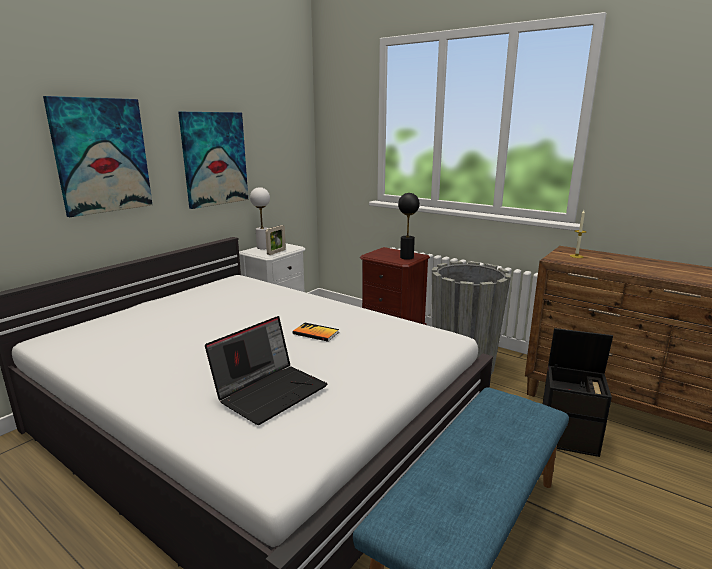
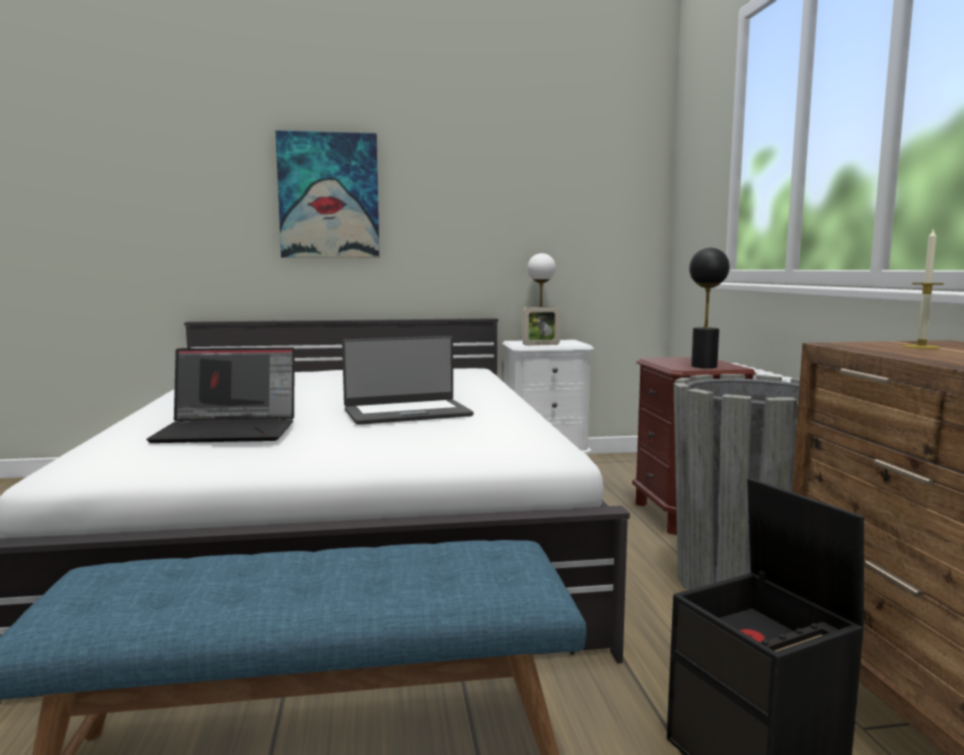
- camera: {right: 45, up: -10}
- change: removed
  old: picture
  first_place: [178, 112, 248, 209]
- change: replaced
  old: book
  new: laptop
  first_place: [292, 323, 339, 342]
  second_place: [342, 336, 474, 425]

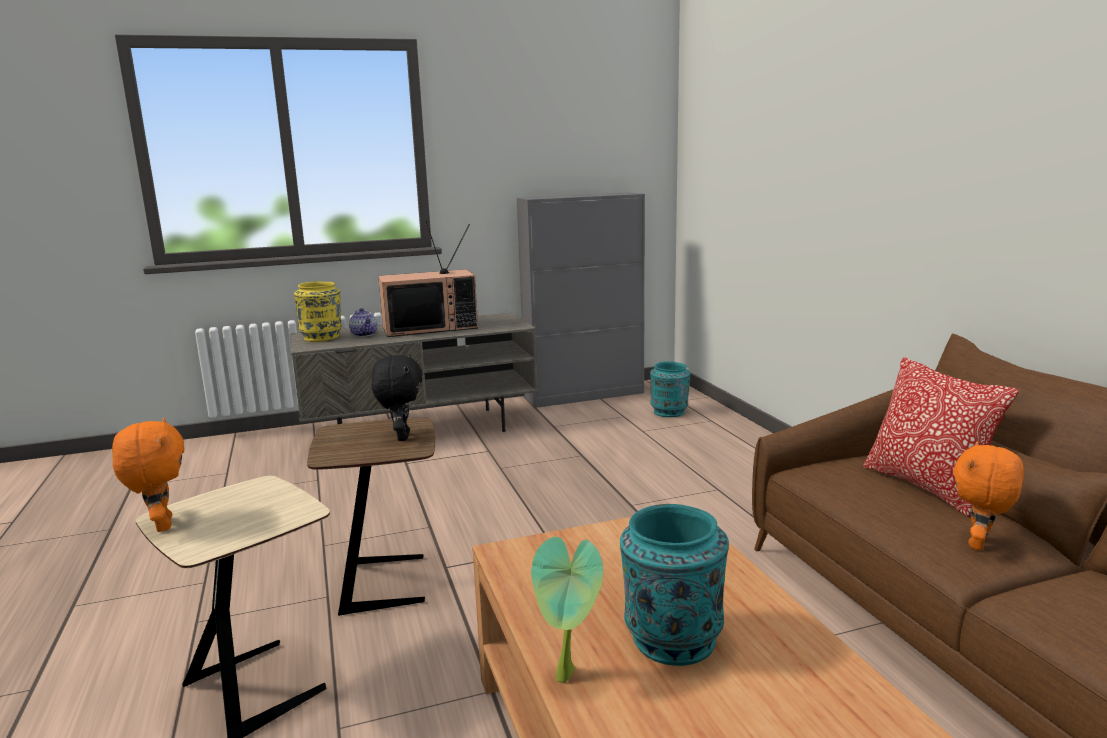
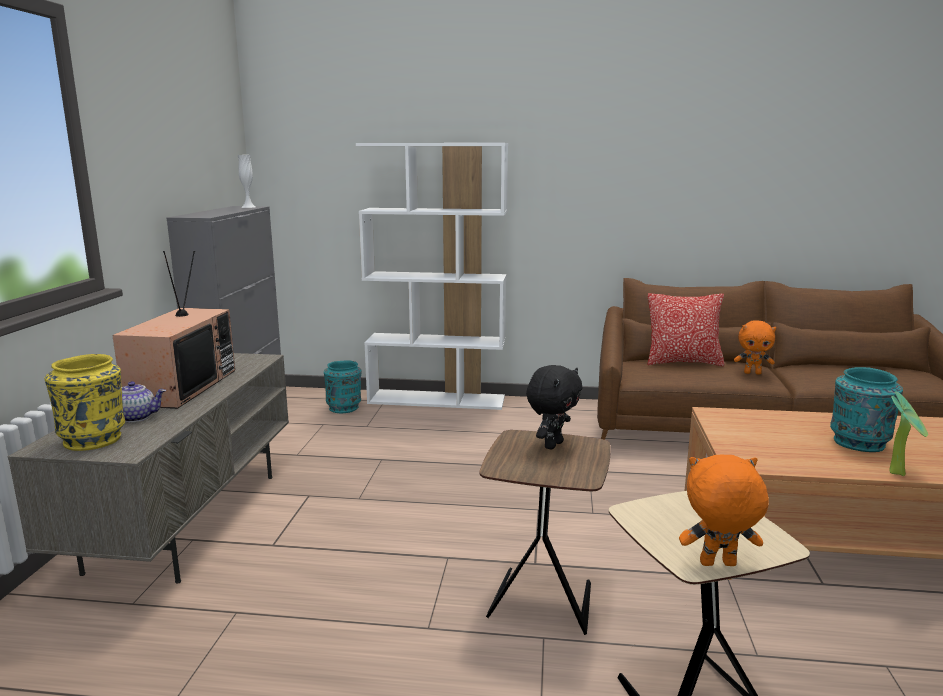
- camera: {right: -65, up: 0}
- change: turned
  old: black plush toy
  first_place: [372, 354, 423, 441]
  second_place: [526, 365, 582, 450]
  degrees: 105
- change: turned
  old: orange plush toy
  first_place: [953, 441, 1024, 550]
  second_place: [734, 320, 776, 375]
  degrees: -45
- change: added
  new: white bookcase
  second_place: [356, 143, 508, 410]
- change: added
  new: white vase
  second_place: [238, 155, 255, 208]

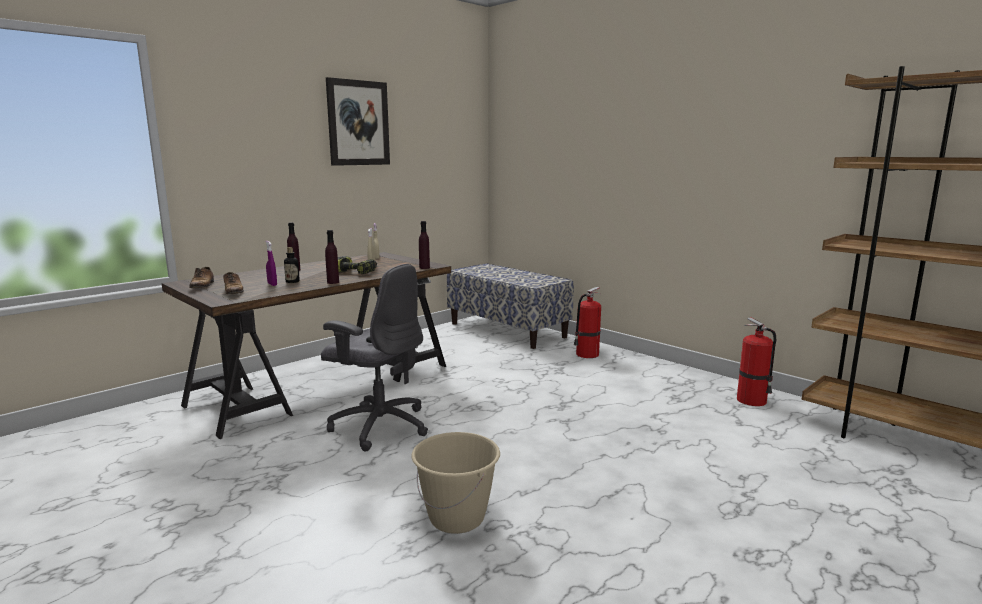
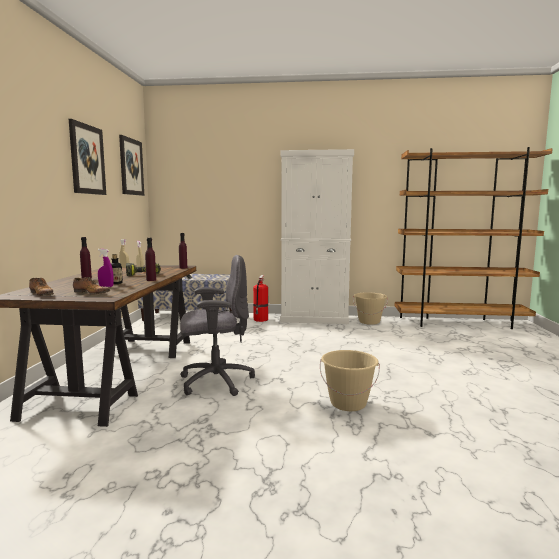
- camera: {right: -40, up: -5}
- change: replaced
  old: fire extinguisher
  new: beige bucket
  first_place: [737, 317, 776, 406]
  second_place: [353, 292, 388, 325]
- change: added
  new: picture
  second_place: [119, 135, 144, 196]
- change: added
  new: white cabinet
  second_place: [280, 149, 354, 324]

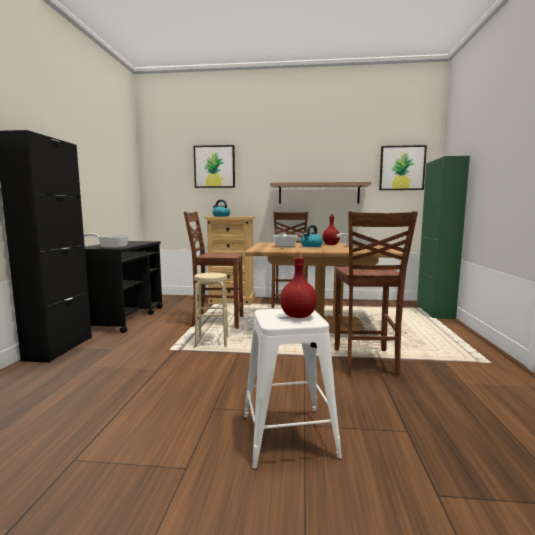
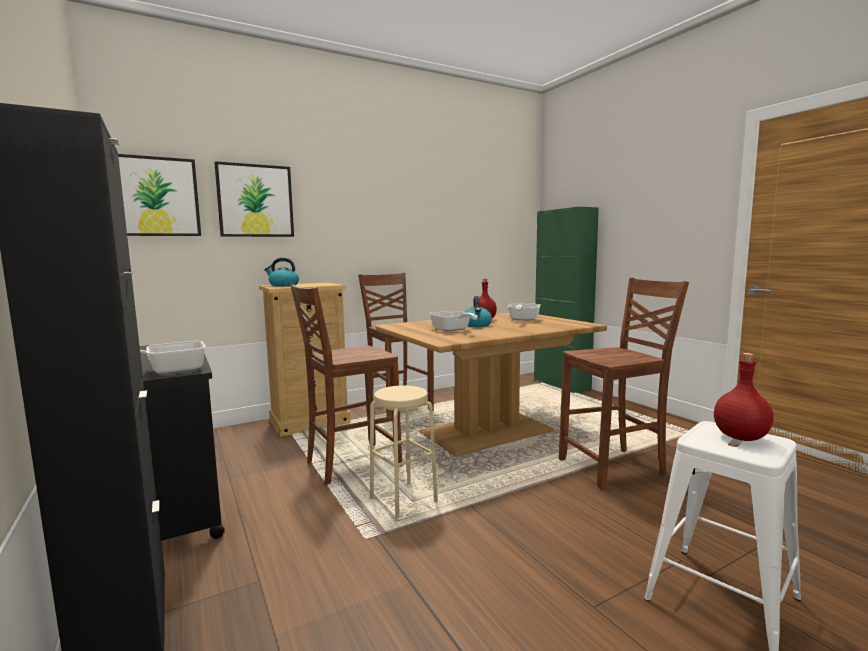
- camera: {right: -35, up: 0}
- change: moved
  old: picture
  first_place: [379, 145, 427, 190]
  second_place: [118, 154, 201, 236]
- change: removed
  old: shelf
  first_place: [270, 182, 371, 204]
- change: turned
  old: brown chair
  first_place: [335, 211, 418, 376]
  second_place: [559, 278, 689, 490]
  degrees: -75

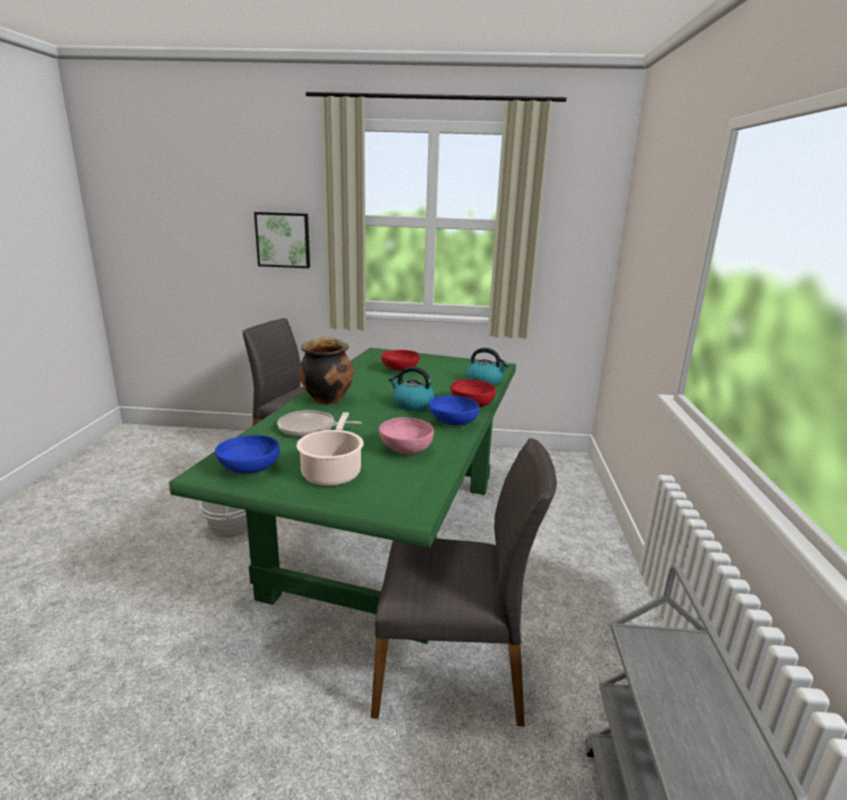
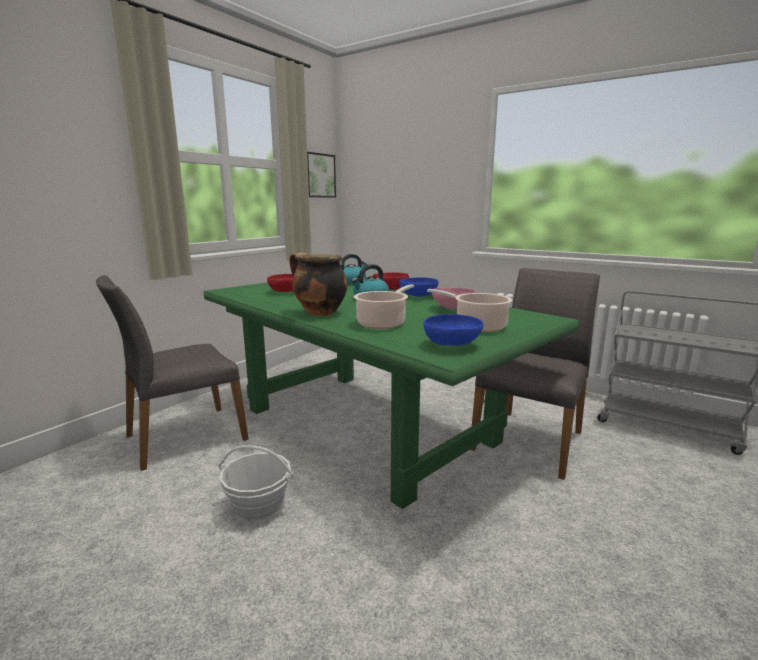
- camera: {right: -60, up: -5}
- change: moved
  old: picture
  first_place: [254, 212, 310, 268]
  second_place: [307, 152, 336, 198]
- change: replaced
  old: frying pan
  new: cooking pot
  first_place: [277, 410, 362, 437]
  second_place: [354, 284, 414, 329]

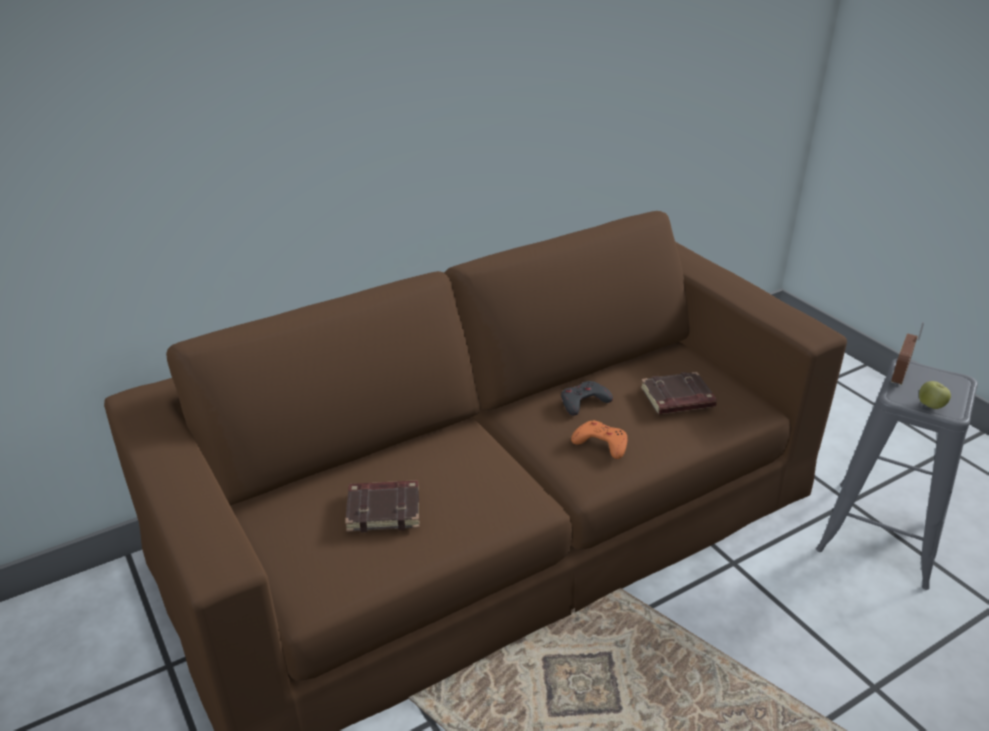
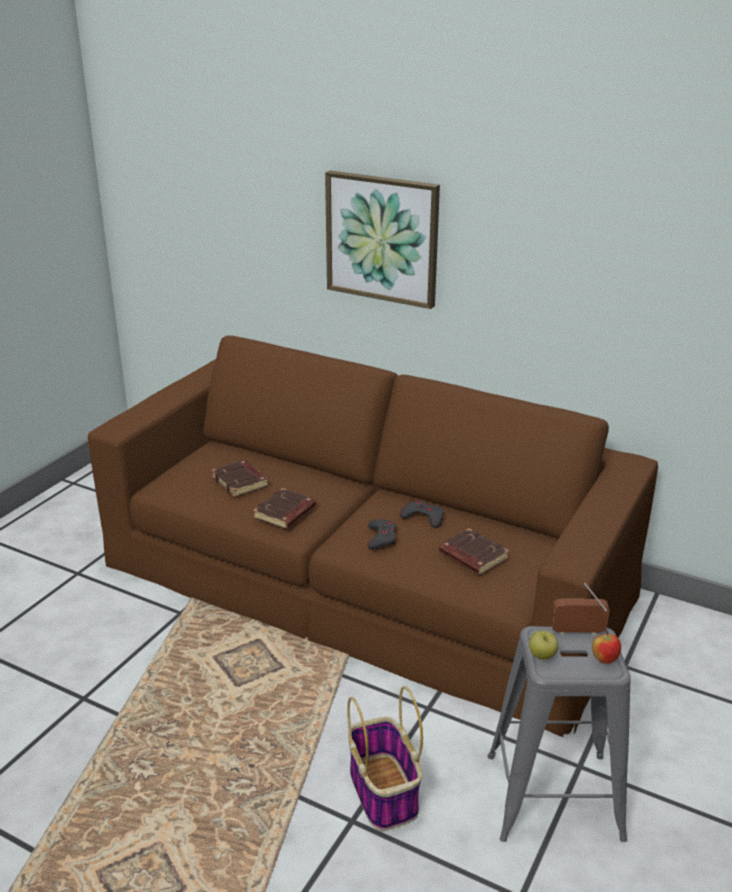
- camera: {right: 60, up: -5}
- change: recoloured
  old: orange game controller
  new: grey game controller
  first_place: [571, 420, 627, 459]
  second_place: [367, 519, 396, 550]
- change: added
  new: picture
  second_place: [325, 170, 440, 309]
- change: added
  new: brown book
  second_place: [253, 488, 316, 529]
- change: added
  new: apple
  second_place: [592, 632, 621, 664]
- change: added
  new: basket
  second_place: [347, 686, 423, 831]

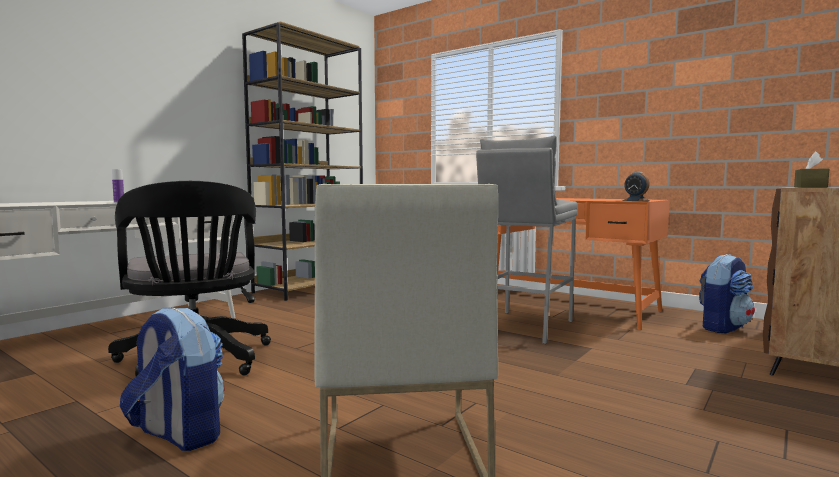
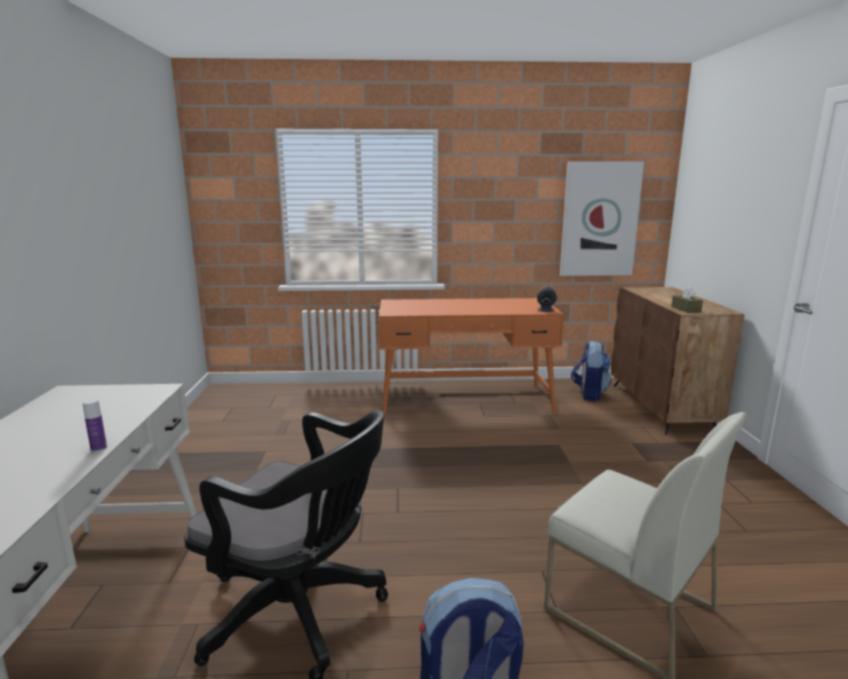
- camera: {right: -40, up: 10}
- change: removed
  old: brown bookcase
  first_place: [242, 21, 363, 301]
- change: removed
  old: grey stool
  first_place: [476, 135, 578, 344]
- change: added
  new: picture
  second_place: [560, 161, 644, 276]

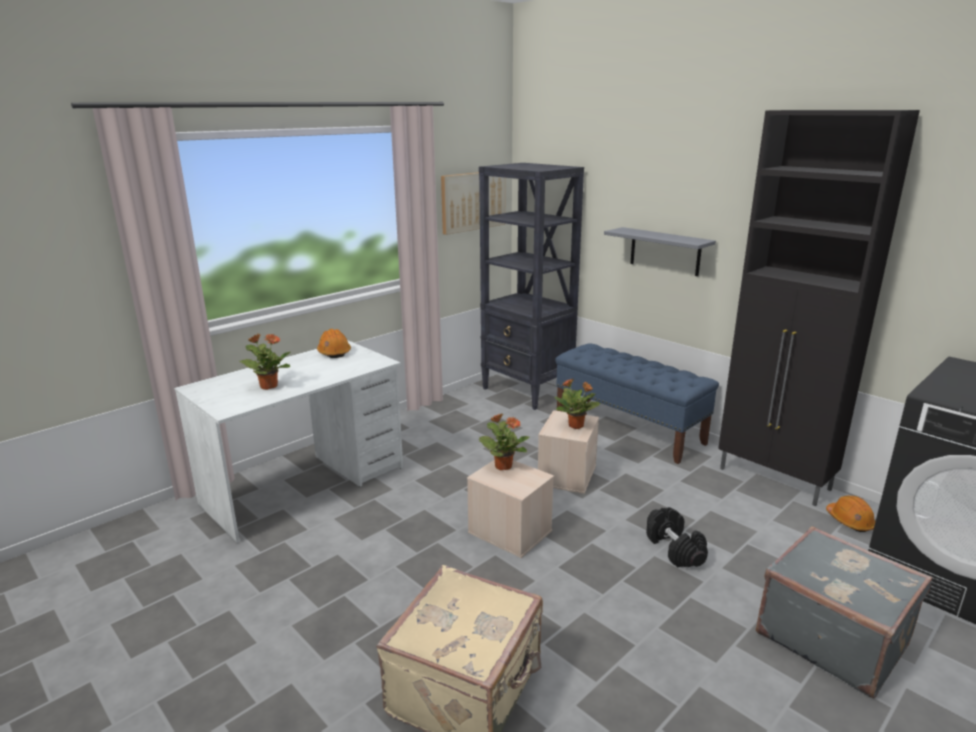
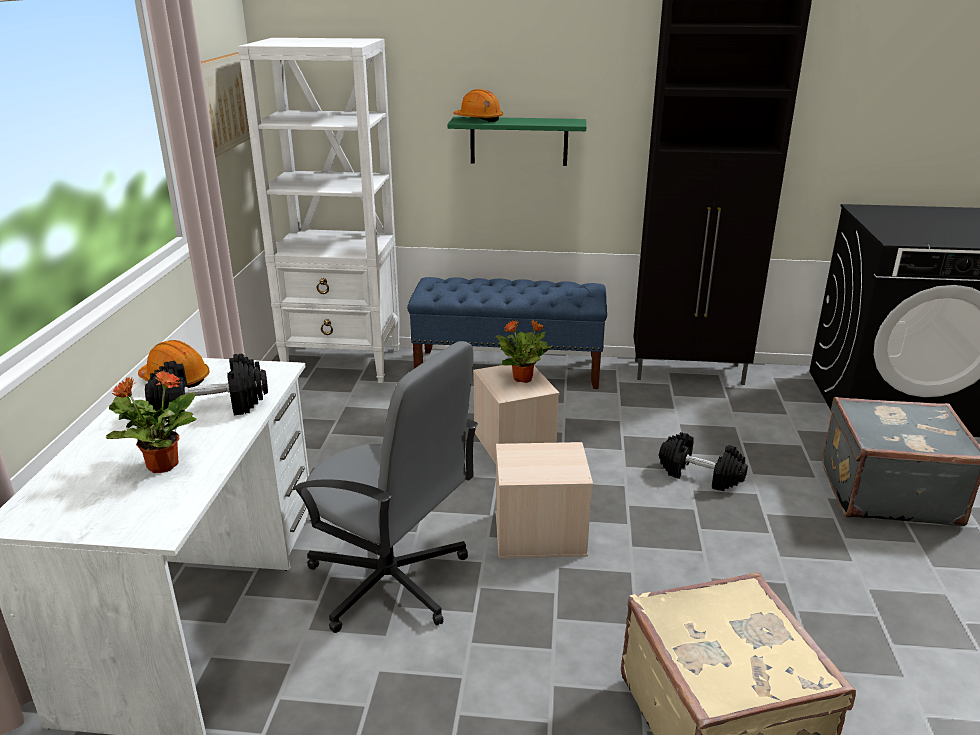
- camera: {right: -40, up: 5}
- change: recoloured
  old: black bookcase
  new: white bookcase
  first_place: [479, 163, 584, 410]
  second_place: [238, 38, 400, 383]
- change: recoloured
  old: grey shelf
  new: green shelf
  first_place: [604, 227, 716, 276]
  second_place: [447, 117, 586, 166]
- change: removed
  old: potted plant
  first_place: [479, 414, 530, 471]
- change: moved
  old: orange hard hat
  first_place: [826, 496, 876, 532]
  second_place: [453, 89, 503, 122]
- change: added
  new: grey office chair
  second_place: [292, 341, 478, 633]
- change: added
  new: black dumbbell
  second_place: [145, 354, 268, 419]

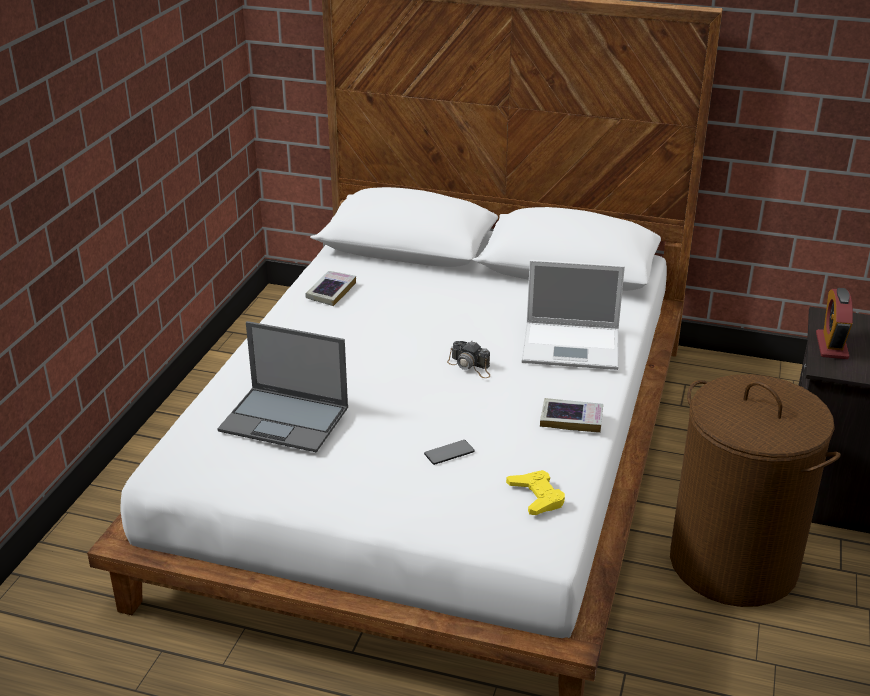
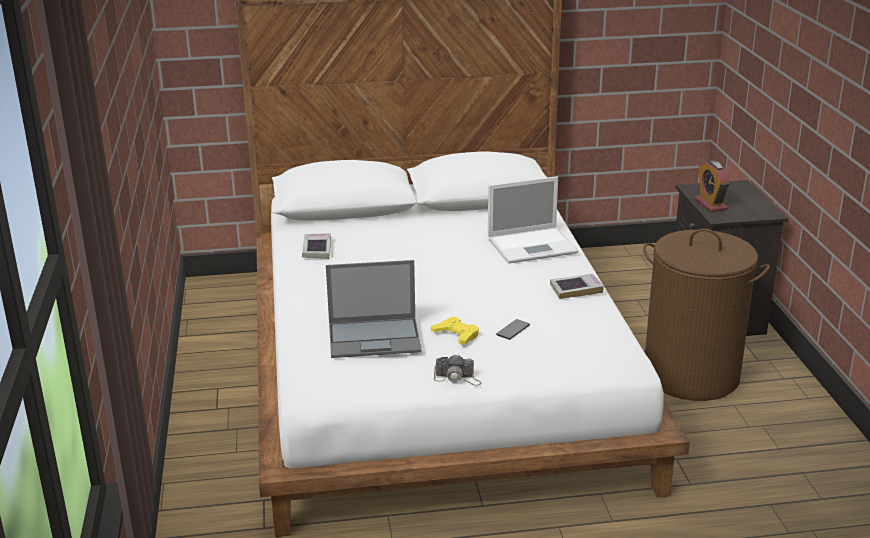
- camera: {right: -25, up: -5}
- change: moved
  old: photo camera
  first_place: [447, 341, 490, 378]
  second_place: [434, 354, 481, 386]
- change: moved
  old: yellow game controller
  first_place: [506, 470, 565, 515]
  second_place: [431, 317, 479, 345]

